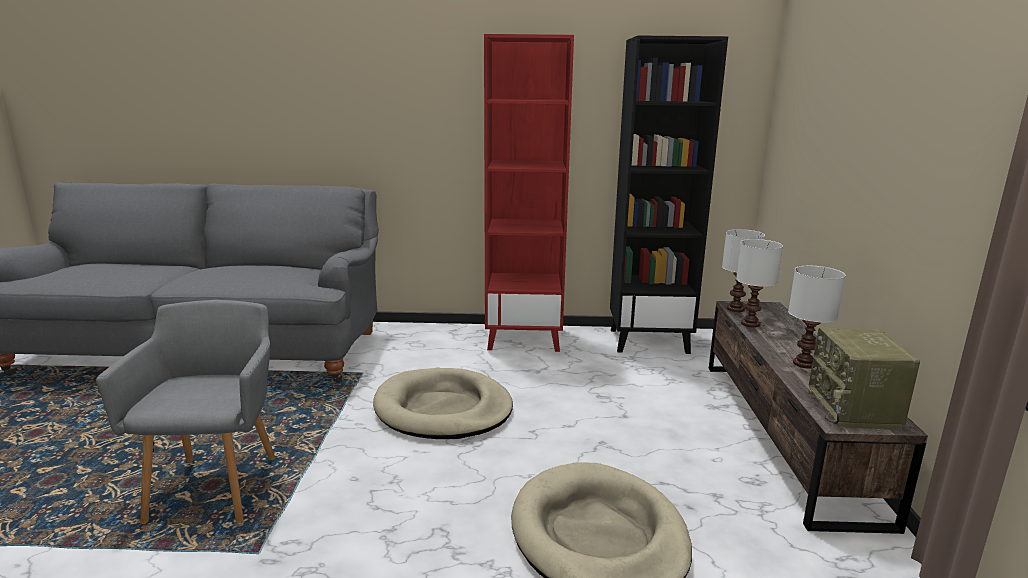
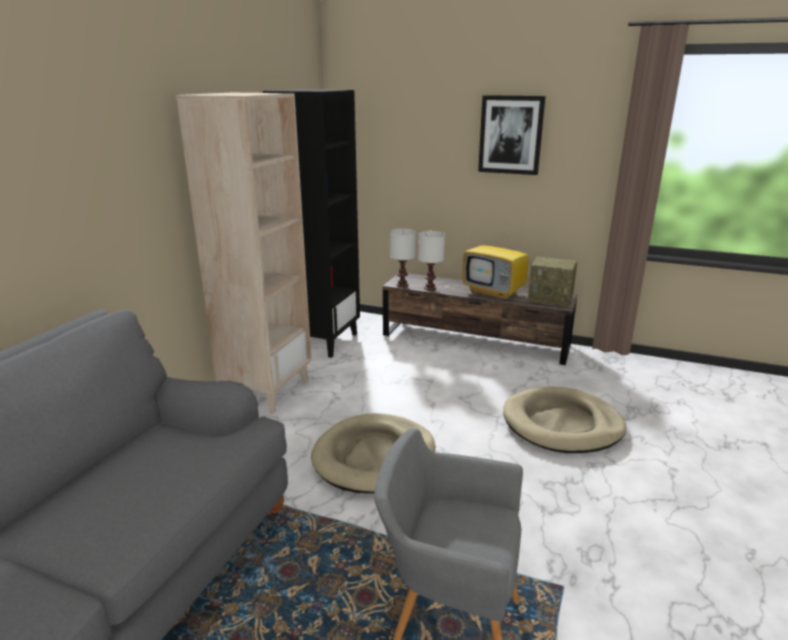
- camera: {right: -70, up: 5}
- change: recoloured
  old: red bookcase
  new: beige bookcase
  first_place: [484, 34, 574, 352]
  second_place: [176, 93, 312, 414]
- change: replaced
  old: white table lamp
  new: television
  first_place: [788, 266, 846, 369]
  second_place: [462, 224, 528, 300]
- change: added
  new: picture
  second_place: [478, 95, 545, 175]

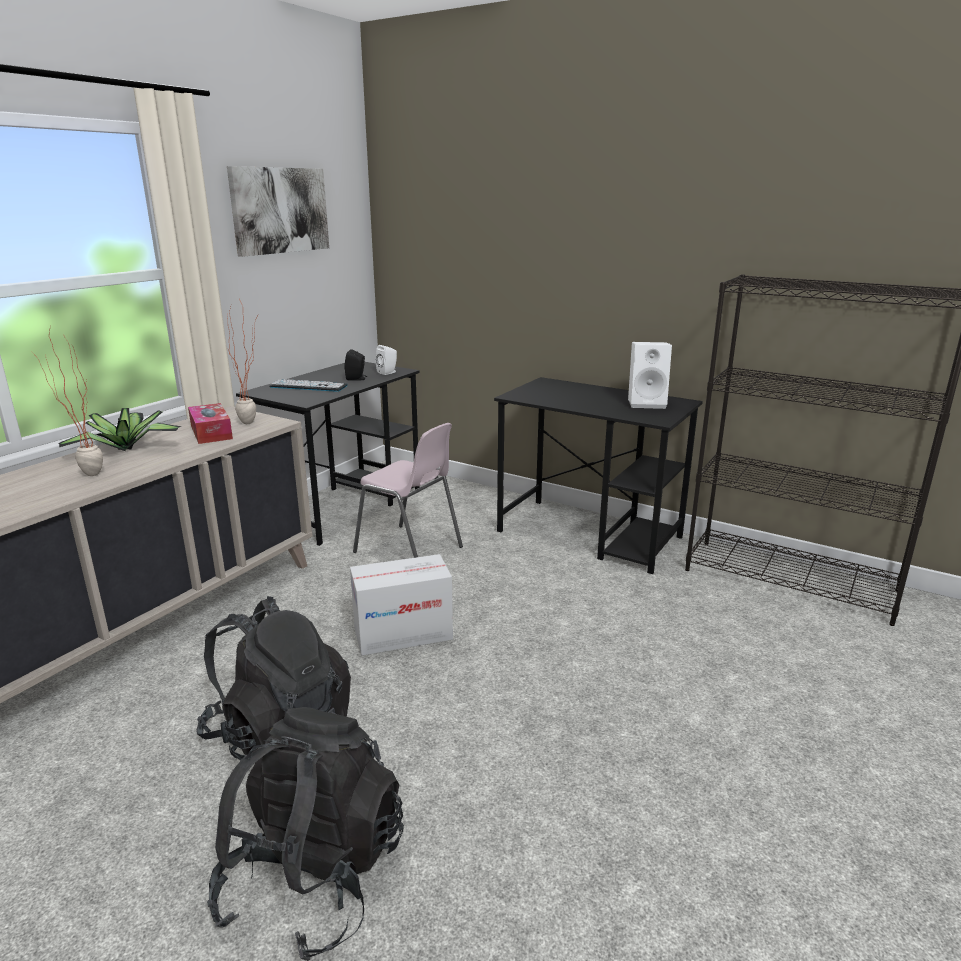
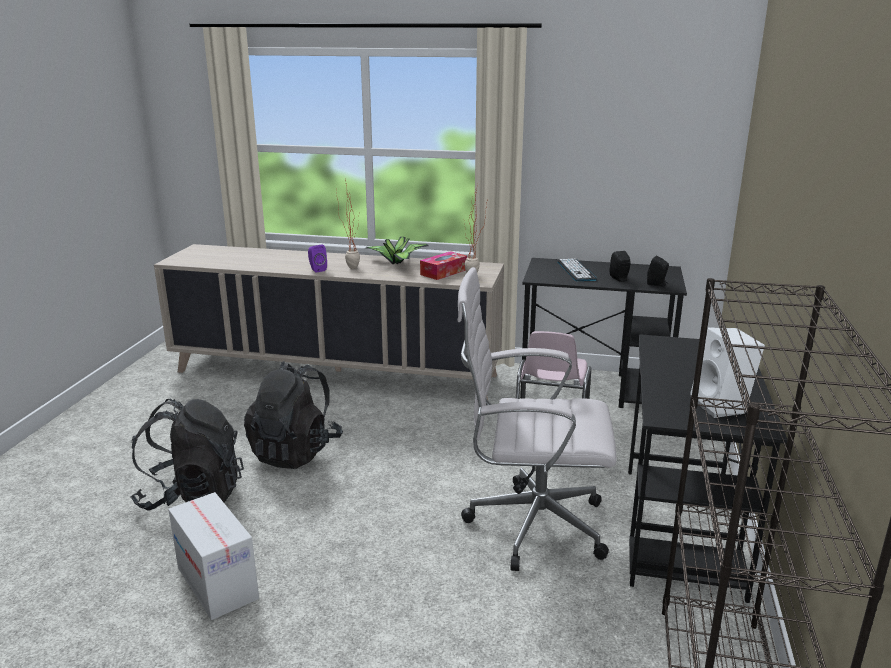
- camera: {right: 70, up: 0}
- change: removed
  old: picture
  first_place: [227, 166, 329, 257]
- change: recoloured
  old: white speaker
  new: black speaker
  first_place: [376, 345, 397, 375]
  second_place: [647, 255, 669, 287]
- change: moved
  old: cardboard box
  first_place: [350, 554, 453, 656]
  second_place: [168, 492, 259, 620]
- change: added
  new: purple speaker
  second_place: [308, 245, 327, 273]
- change: added
  new: white office chair
  second_place: [458, 267, 617, 571]

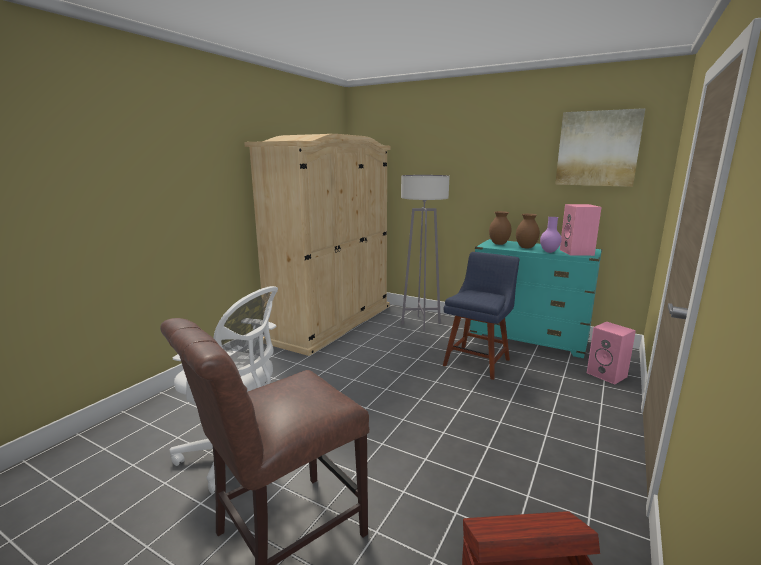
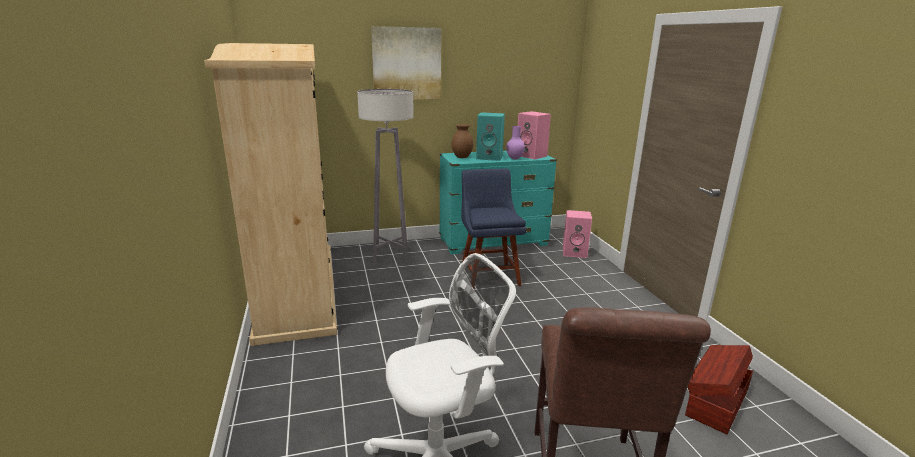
- camera: {right: -45, up: 5}
- change: moved
  old: picture
  first_place: [555, 108, 646, 187]
  second_place: [371, 26, 441, 99]
- change: replaced
  old: brown vase
  new: turquoise speaker
  first_place: [516, 214, 540, 248]
  second_place: [476, 112, 505, 161]

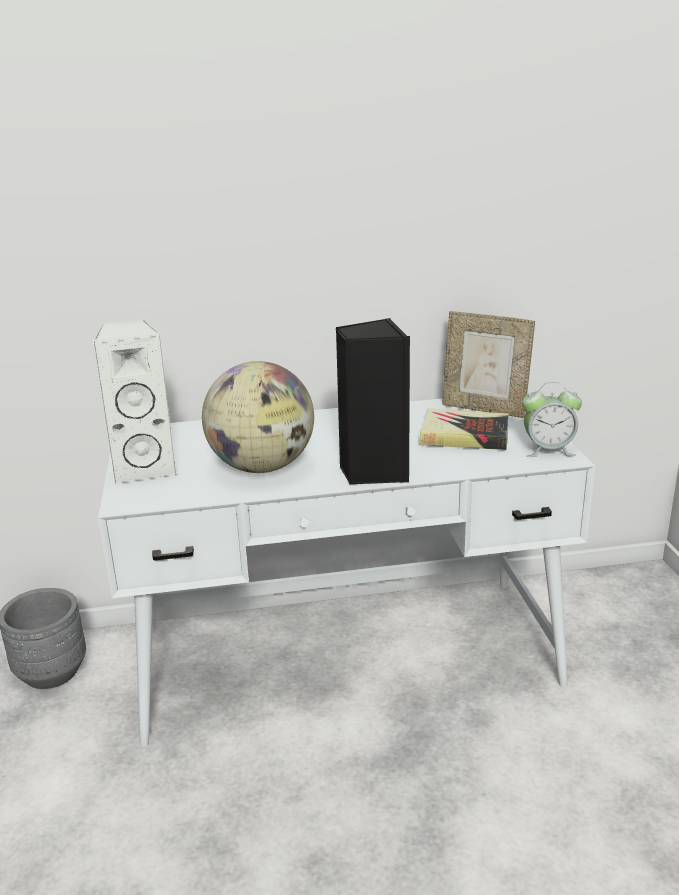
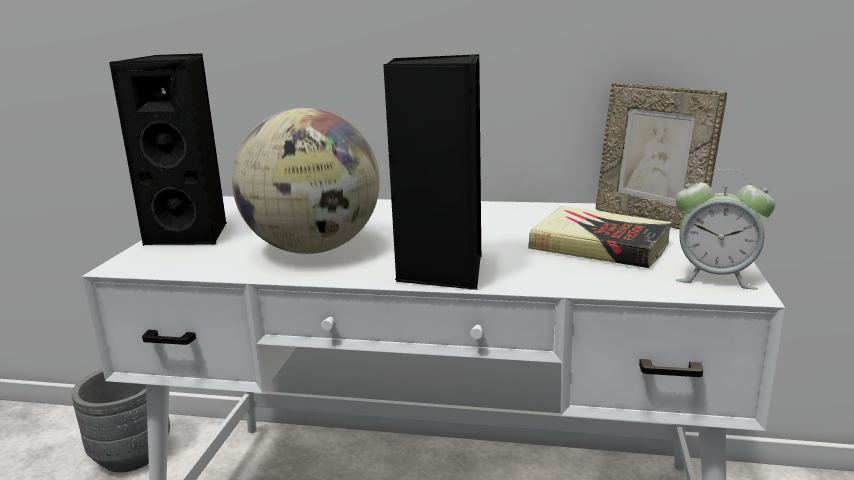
- camera: {right: 20, up: -5}
- change: recoloured
  old: white speaker
  new: black speaker
  first_place: [92, 319, 178, 484]
  second_place: [109, 53, 227, 246]

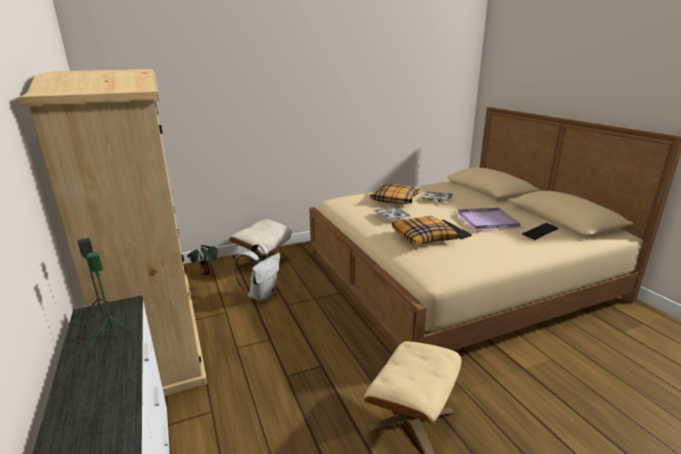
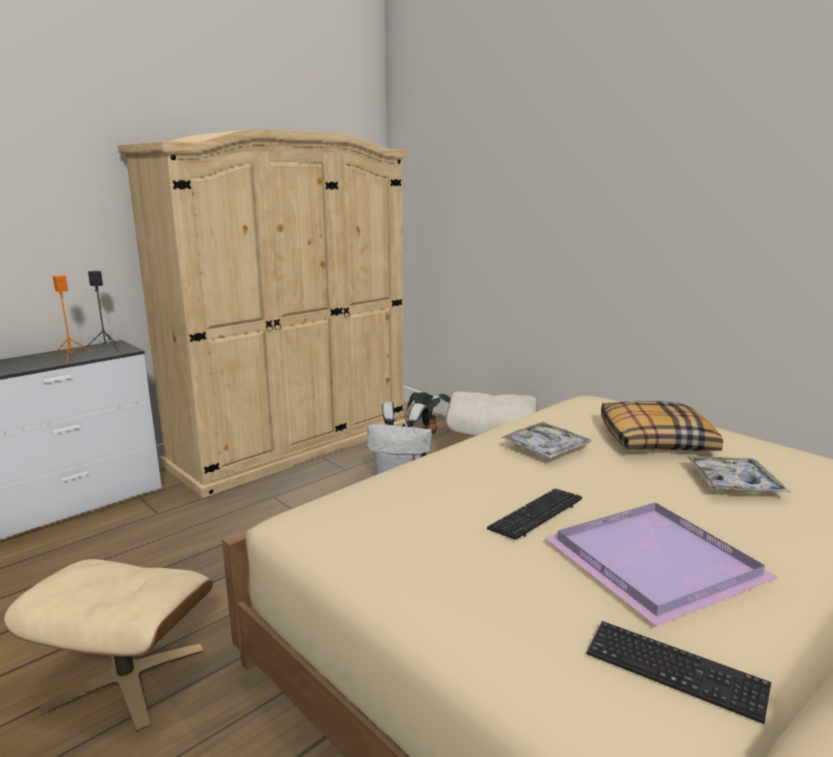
- camera: {right: 70, up: -5}
- change: removed
  old: pillow
  first_place: [392, 216, 458, 246]
- change: recoloured
  old: green speaker
  new: orange speaker
  first_place: [86, 252, 137, 348]
  second_place: [52, 275, 95, 363]

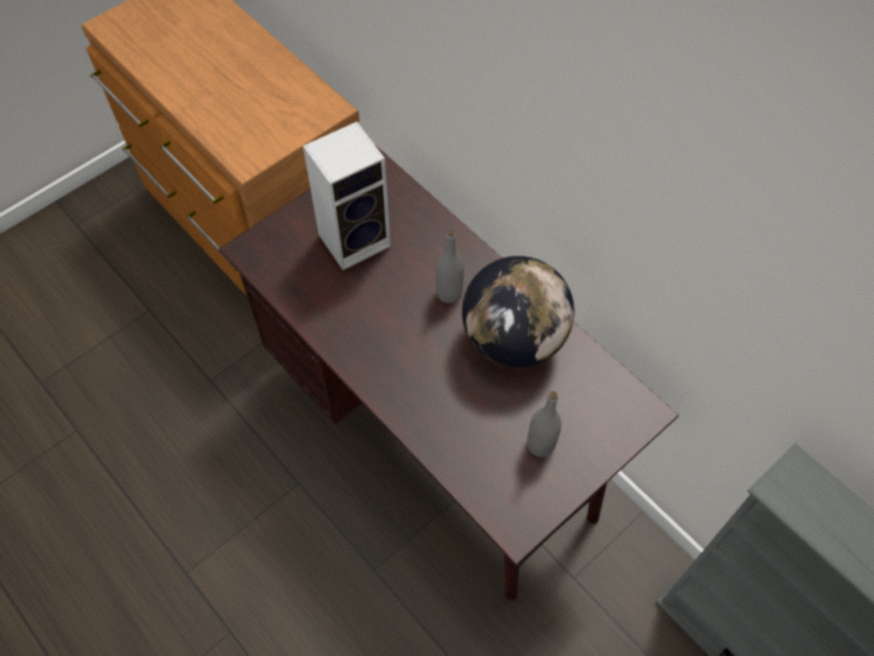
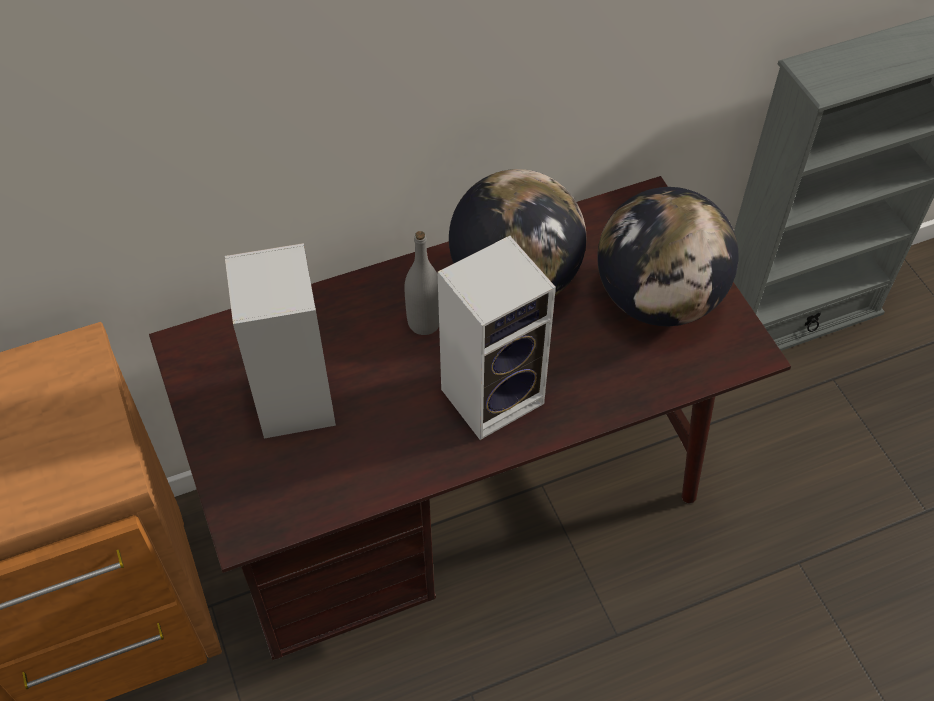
- camera: {right: -70, up: -5}
- change: replaced
  old: grey bottle
  new: globe
  first_place: [527, 391, 562, 457]
  second_place: [597, 187, 739, 326]
- change: added
  new: speaker
  second_place: [437, 236, 556, 440]

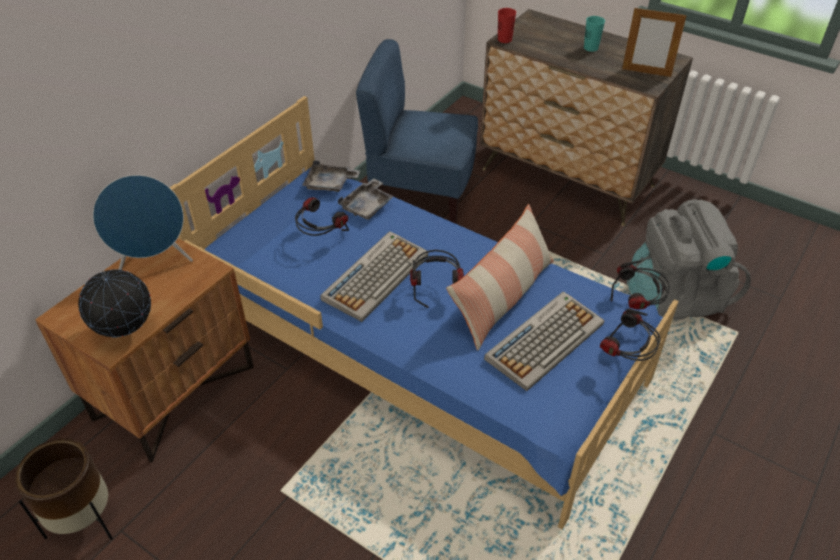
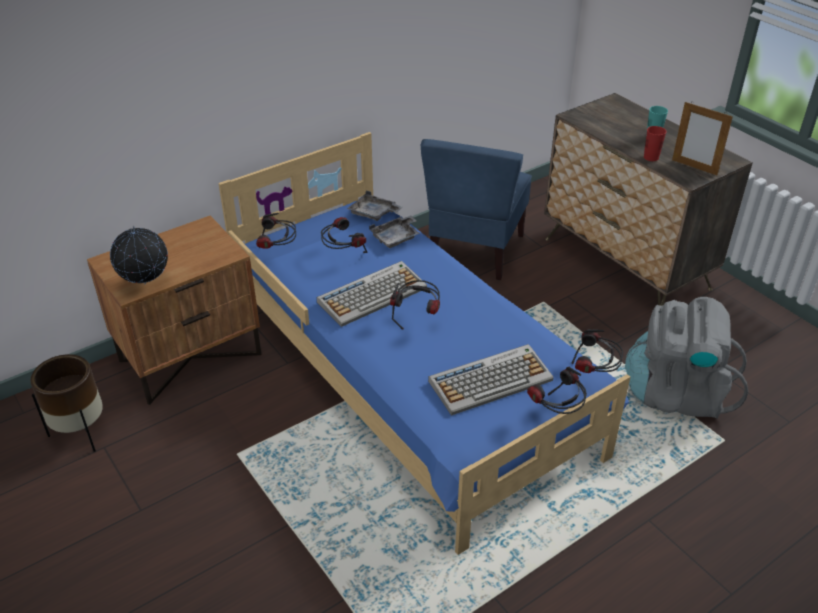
- camera: {right: 20, up: -5}
- change: moved
  old: red cup
  first_place: [498, 8, 516, 43]
  second_place: [644, 126, 666, 161]
- change: turned
  old: blue chair
  first_place: [356, 39, 478, 224]
  second_place: [421, 139, 532, 280]
  degrees: -105
- change: removed
  old: blue speaker
  first_place: [93, 175, 193, 270]
- change: removed
  old: pillow
  first_place: [446, 204, 554, 351]
- change: added
  new: headphones
  second_place: [256, 213, 296, 249]

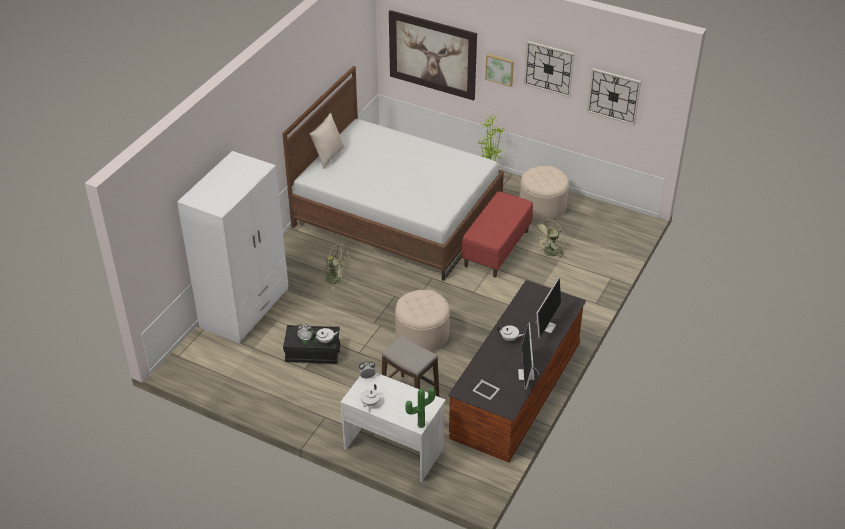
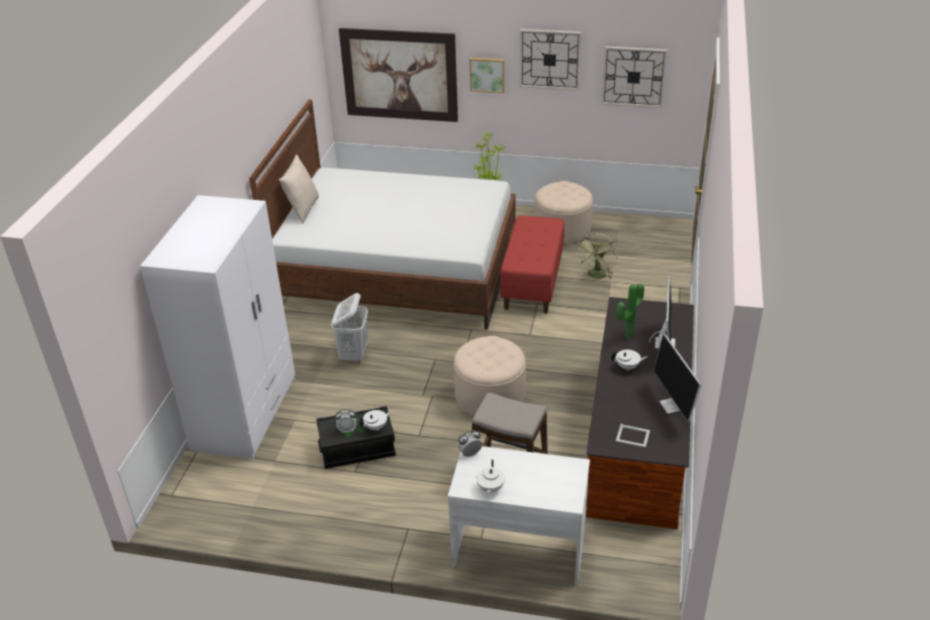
- camera: {right: -15, up: -5}
- change: replaced
  old: green fan
  new: white laundry basket
  first_place: [324, 244, 350, 289]
  second_place: [331, 293, 368, 362]
- change: moved
  old: potted plant
  first_place: [405, 387, 435, 428]
  second_place: [616, 283, 644, 338]

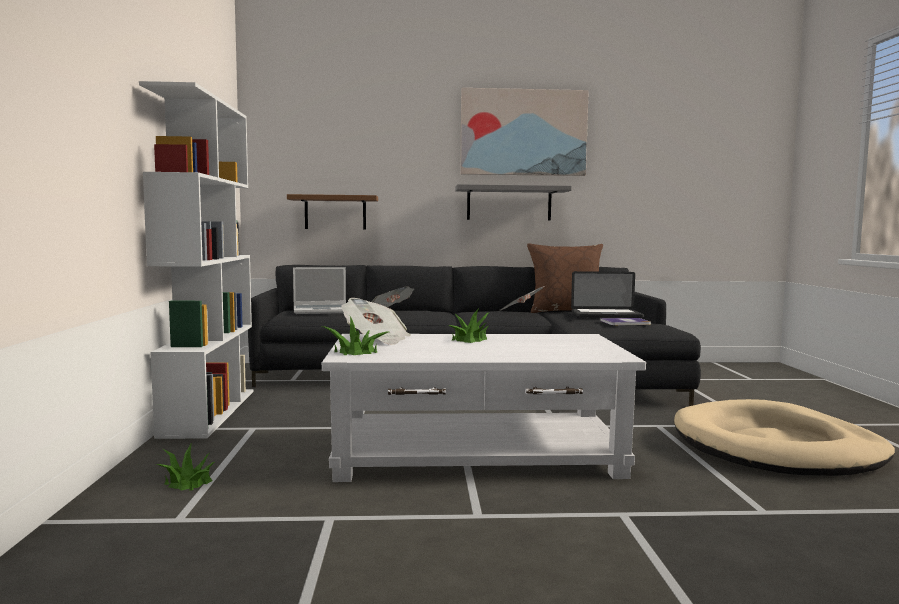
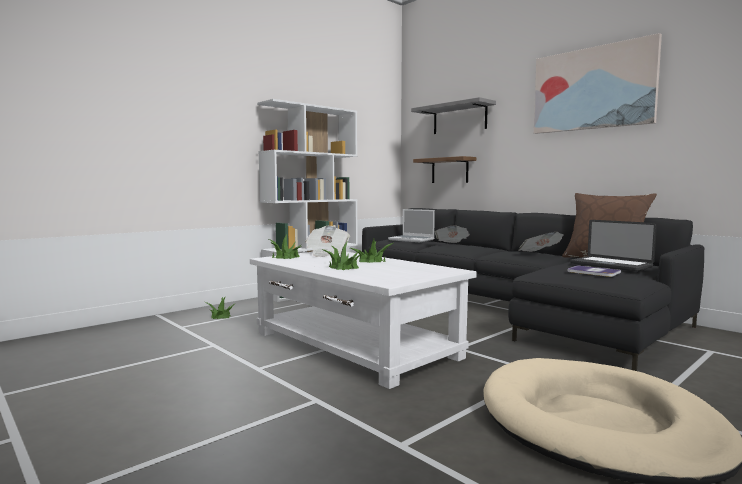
- camera: {right: 50, up: 0}
- change: moved
  old: grey shelf
  first_place: [455, 184, 572, 220]
  second_place: [411, 97, 496, 134]
- change: added
  new: potted plant
  second_place: [322, 242, 360, 270]

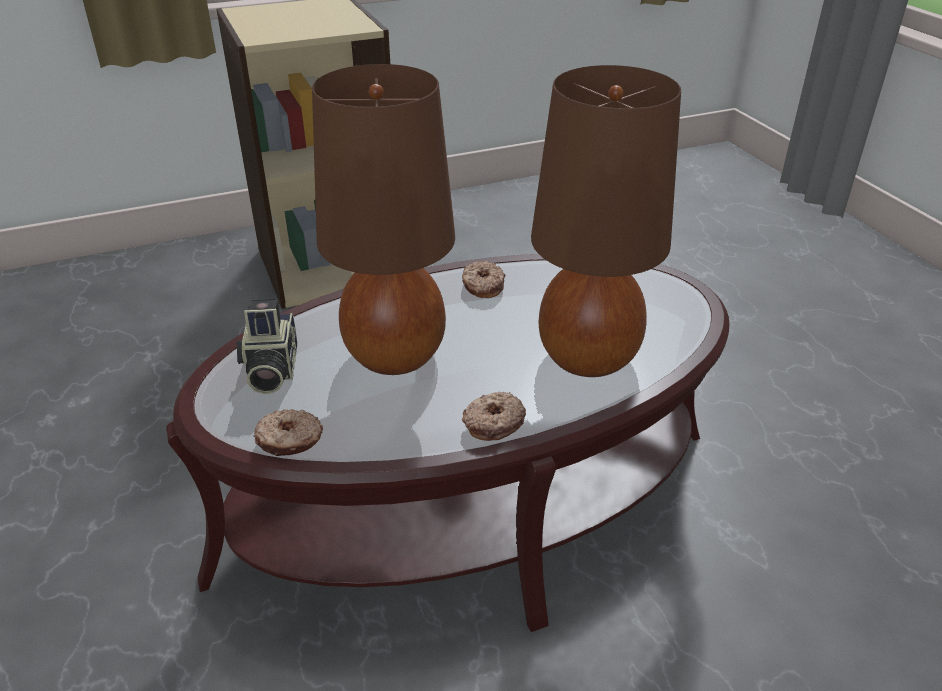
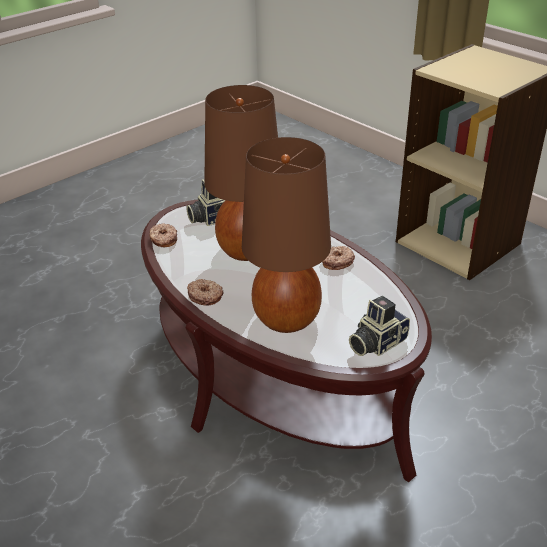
- camera: {right: 70, up: 0}
- change: added
  new: photo camera
  second_place: [349, 296, 410, 356]

